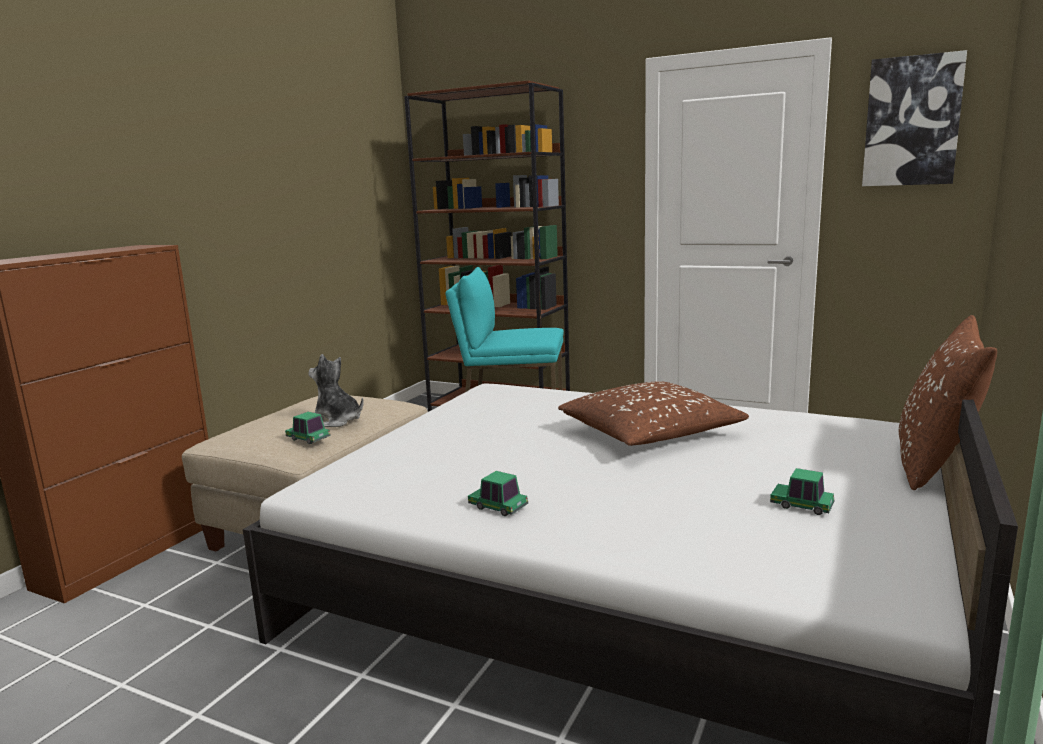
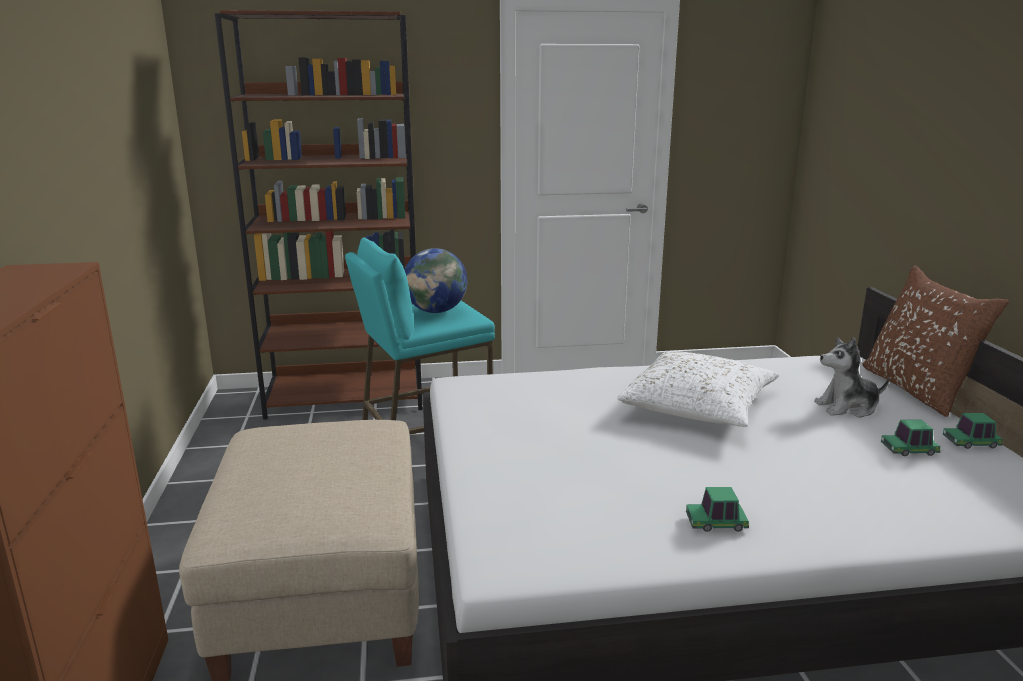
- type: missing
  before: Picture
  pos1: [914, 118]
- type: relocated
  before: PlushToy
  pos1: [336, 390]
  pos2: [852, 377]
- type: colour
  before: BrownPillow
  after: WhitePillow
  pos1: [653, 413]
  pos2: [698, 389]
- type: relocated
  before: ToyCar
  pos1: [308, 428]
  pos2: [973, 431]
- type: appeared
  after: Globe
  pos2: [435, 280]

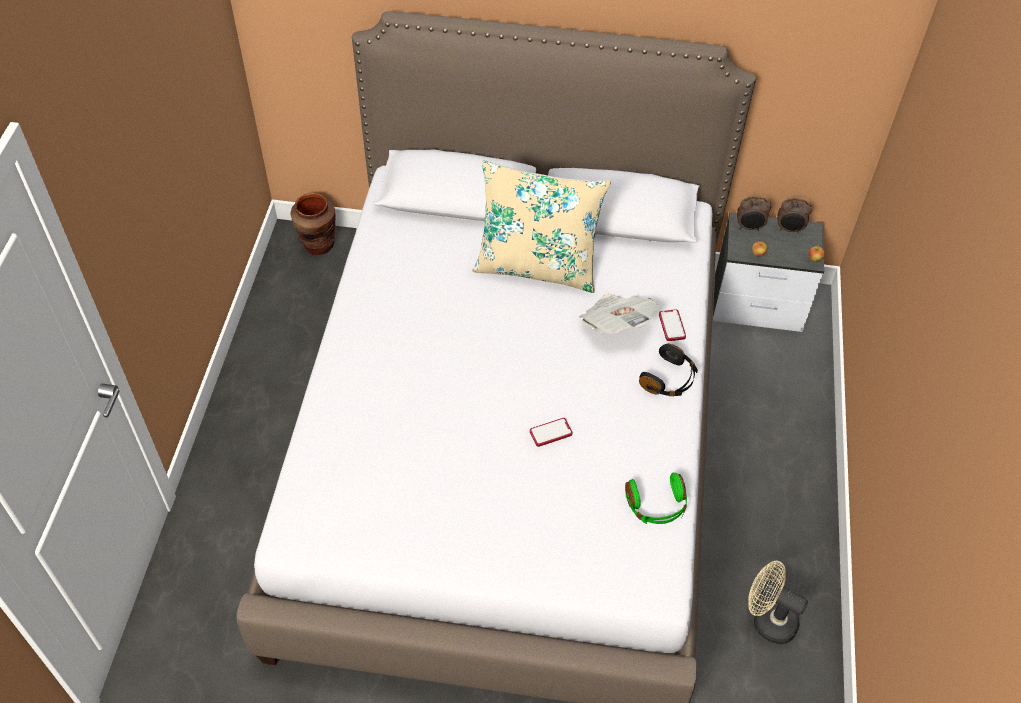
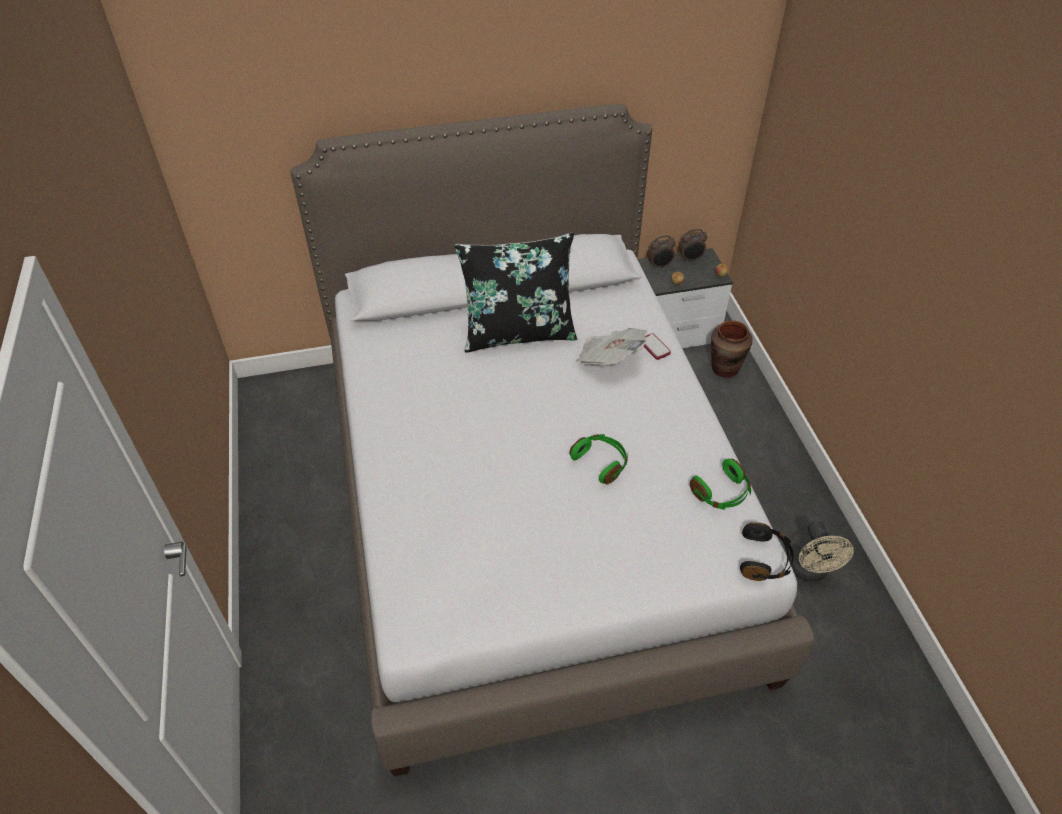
- type: colour
  before: BeigePillow
  after: BlackPillow
  pos1: [542, 226]
  pos2: [516, 292]
- type: relocated
  before: BrownVase
  pos1: [313, 224]
  pos2: [732, 349]
- type: relocated
  before: BlackHeadphones
  pos1: [668, 369]
  pos2: [767, 551]
- type: exchanged
  before: Phone
  after: GreenHeadphones
  pos1: [551, 432]
  pos2: [598, 459]
- type: spun
  before: BeigeFan
  pos1: [778, 602]
  pos2: [821, 551]
  turn: -105

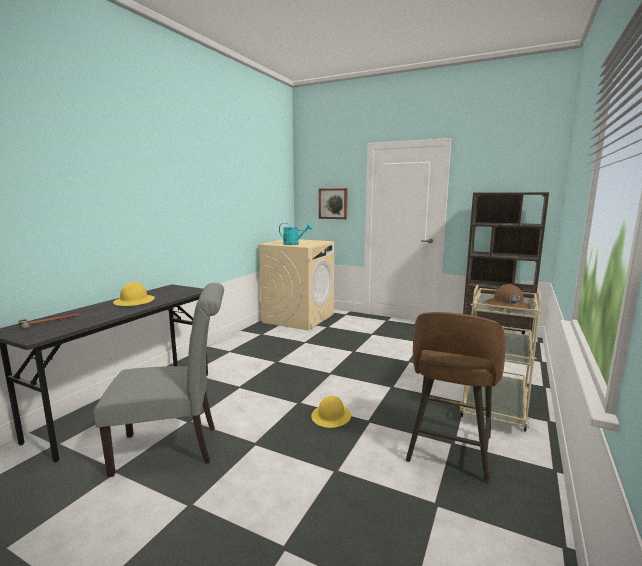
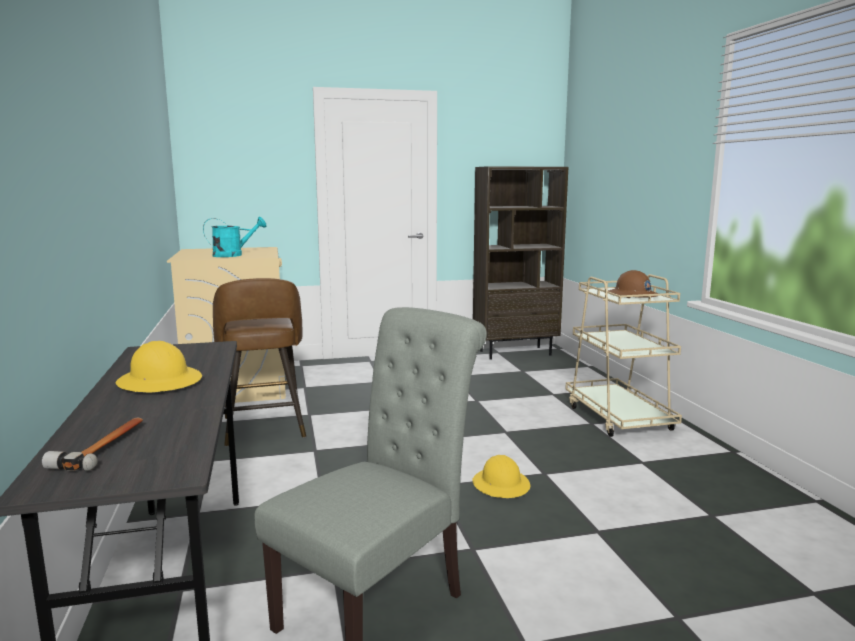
- type: missing
  before: Picture
  pos1: [333, 203]
- type: relocated
  before: BrownStool
  pos1: [456, 397]
  pos2: [259, 362]

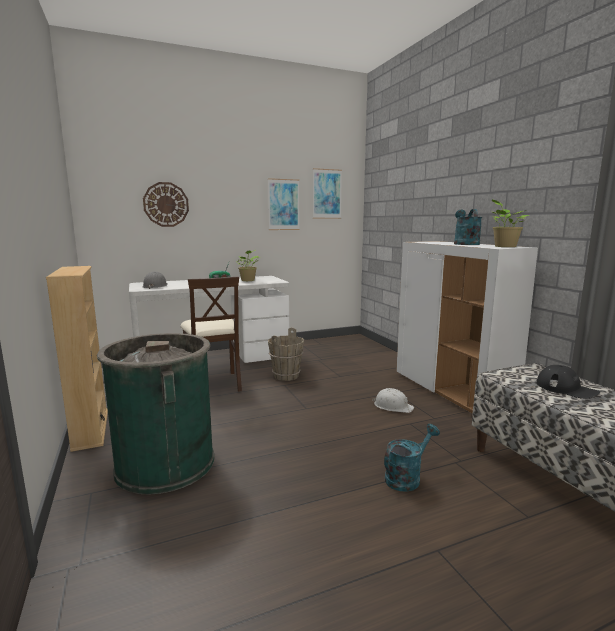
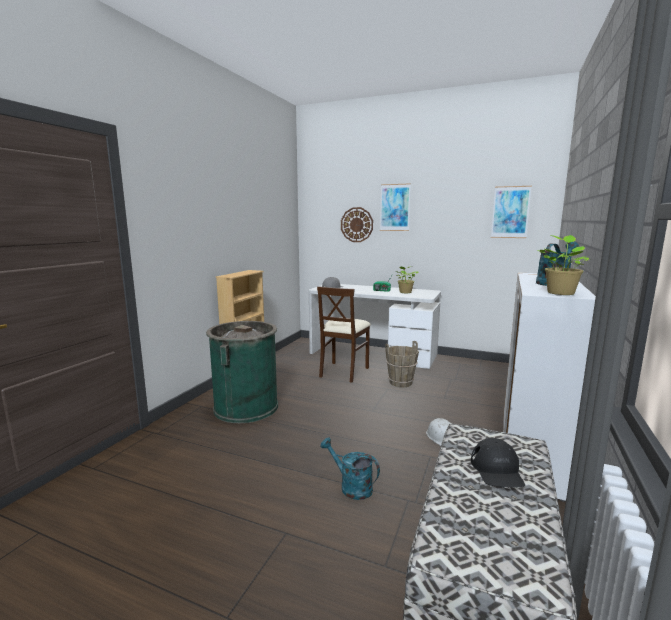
- type: relocated
  before: Picture
  pos1: [283, 204]
  pos2: [395, 207]
- type: spun
  before: TurquoiseWateringCan
  pos1: [412, 458]
  pos2: [350, 468]
  turn: -150

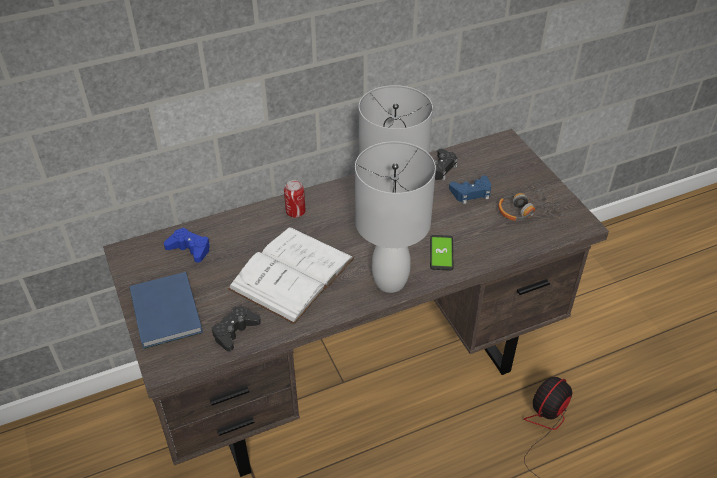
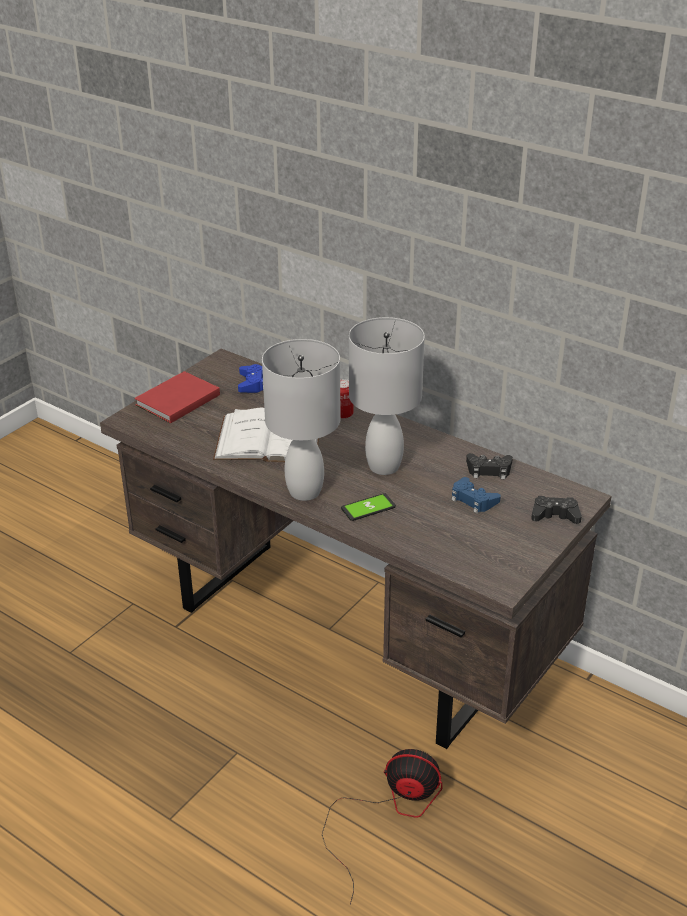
- type: missing
  before: Headphones
  pos1: [530, 203]
- type: colour
  before: BlueBook
  after: RedBook
  pos1: [166, 310]
  pos2: [177, 397]
- type: relocated
  before: BlackGameController
  pos1: [236, 329]
  pos2: [556, 510]

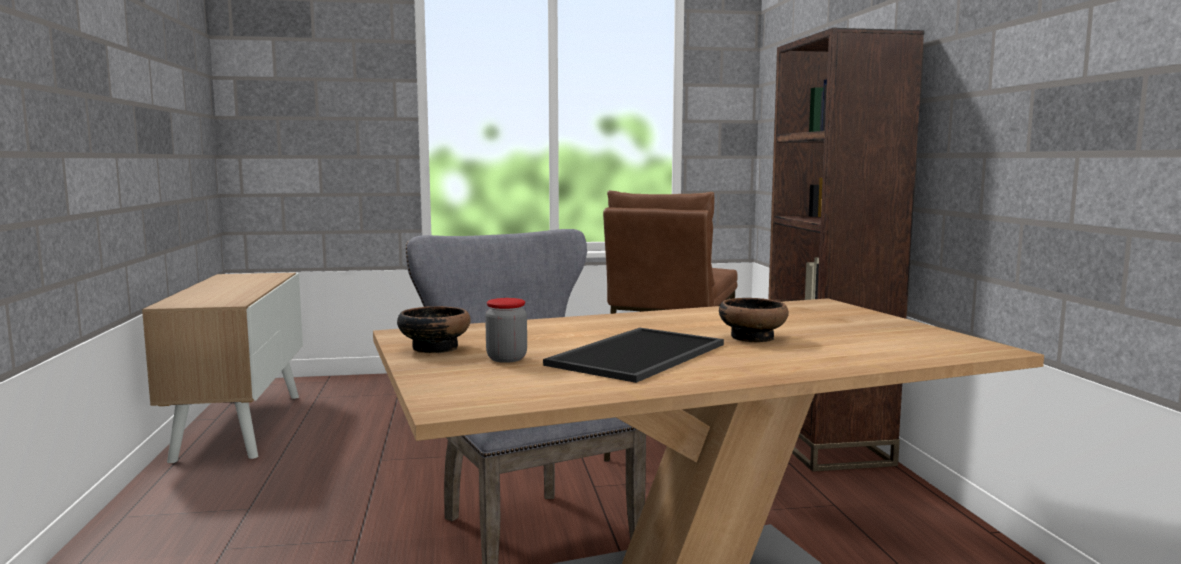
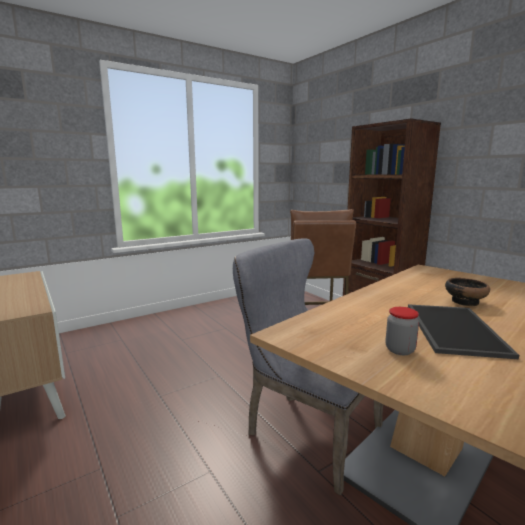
- type: missing
  before: Bowl
  pos1: [434, 329]

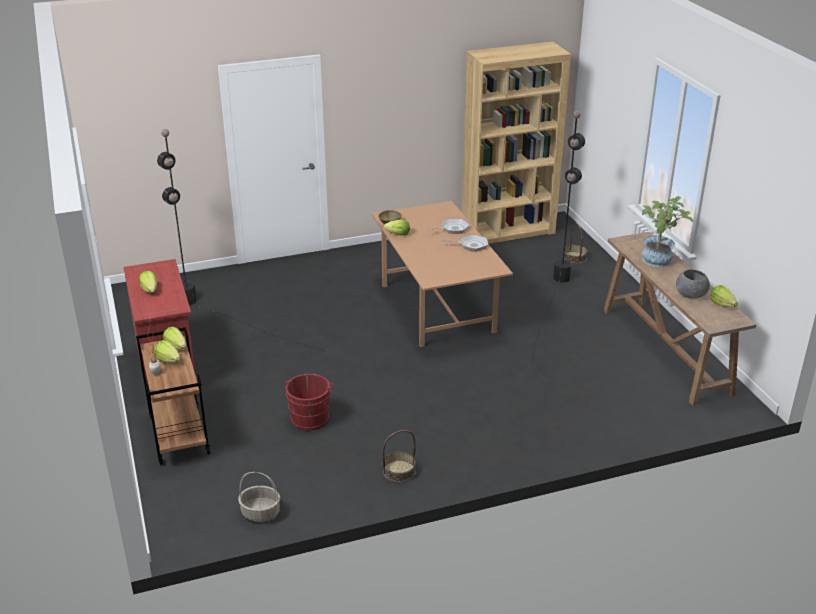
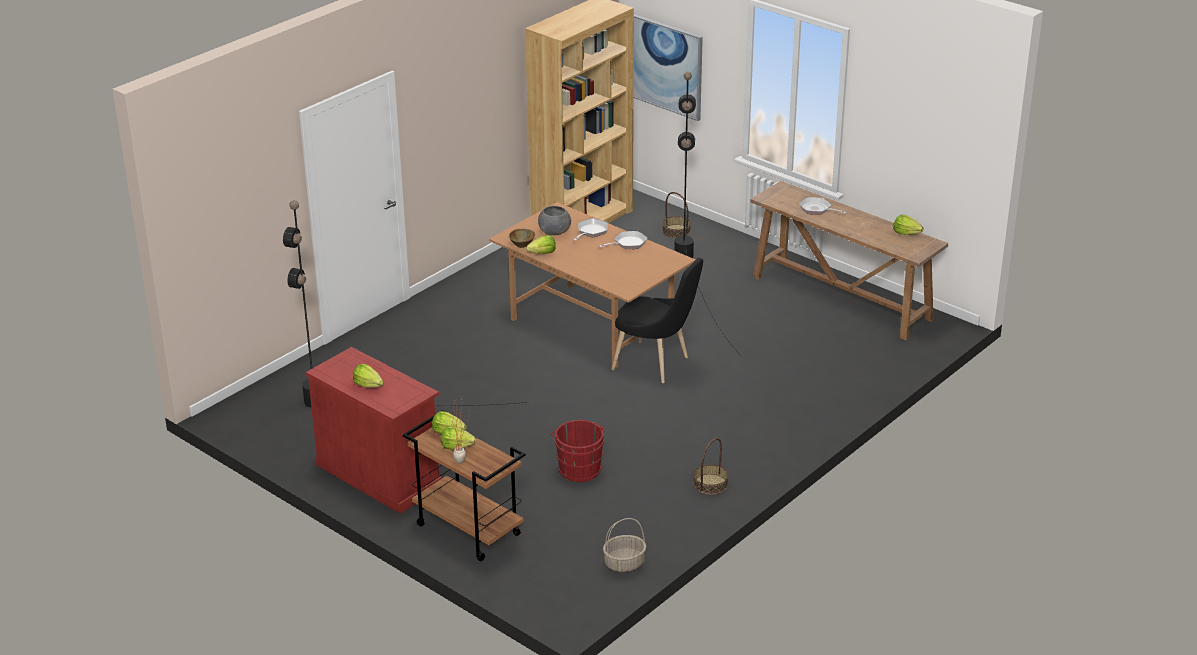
- type: exchanged
  before: PottedPlant
  after: FryingPan
  pos1: [667, 231]
  pos2: [823, 206]
- type: relocated
  before: GreyBowl
  pos1: [693, 284]
  pos2: [554, 220]
- type: appeared
  after: Picture
  pos2: [668, 67]
- type: appeared
  after: BlackChair
  pos2: [657, 320]

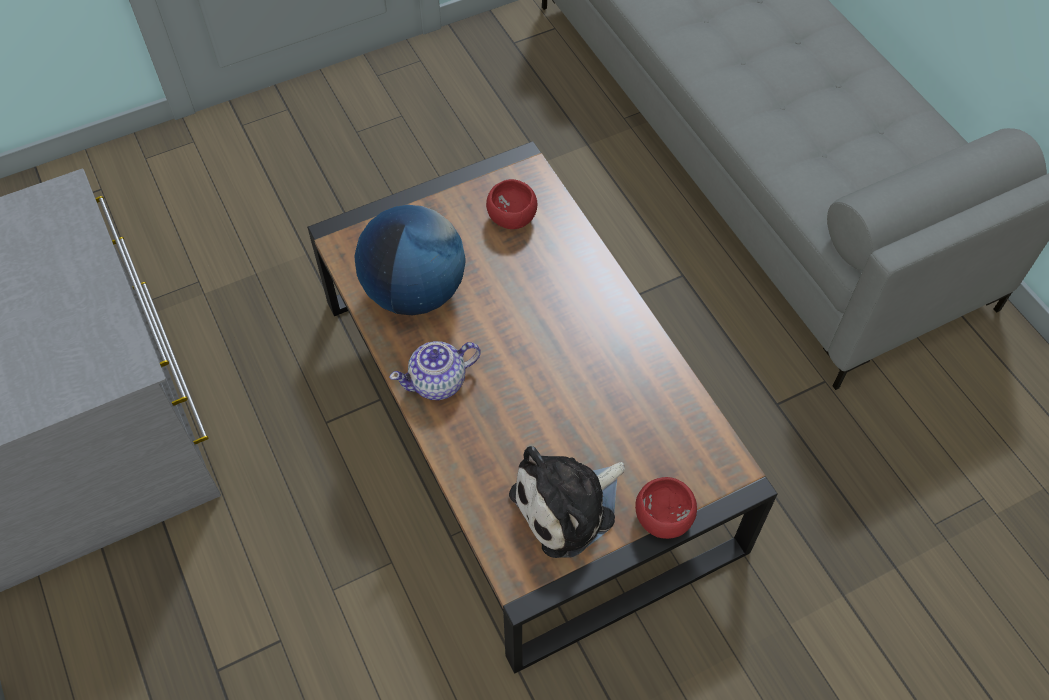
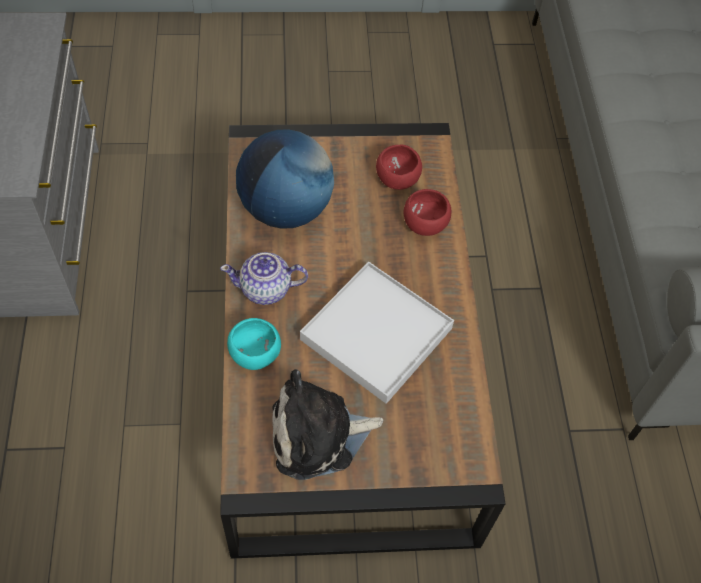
- type: relocated
  before: RedBowl
  pos1: [666, 508]
  pos2: [427, 212]
- type: appeared
  after: WhiteTray
  pos2: [377, 333]
- type: appeared
  after: TurquoiseBowl
  pos2: [254, 344]

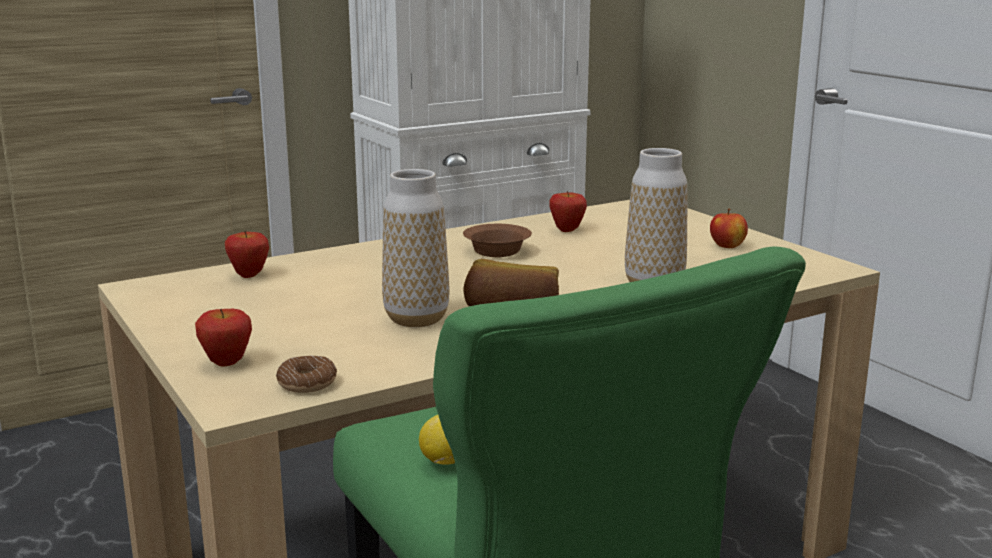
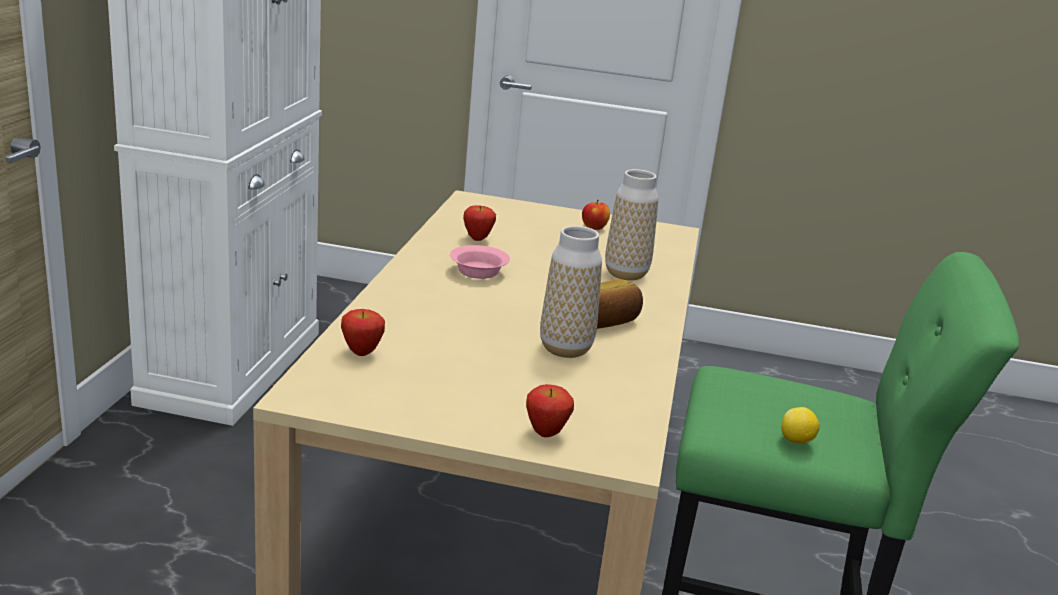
- type: colour
  before: BrownBowl
  after: PinkBowl
  pos1: [497, 240]
  pos2: [480, 262]
- type: missing
  before: Donut
  pos1: [306, 374]

